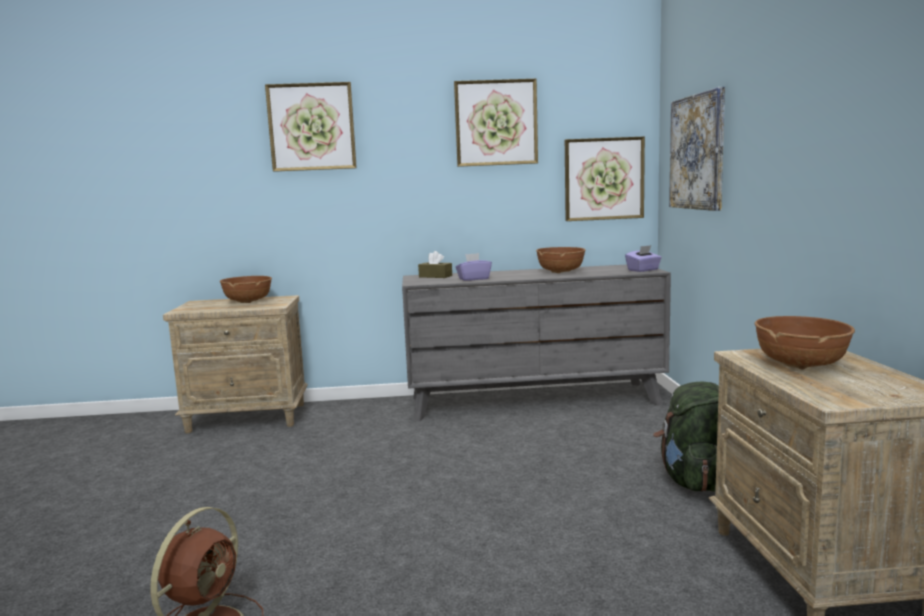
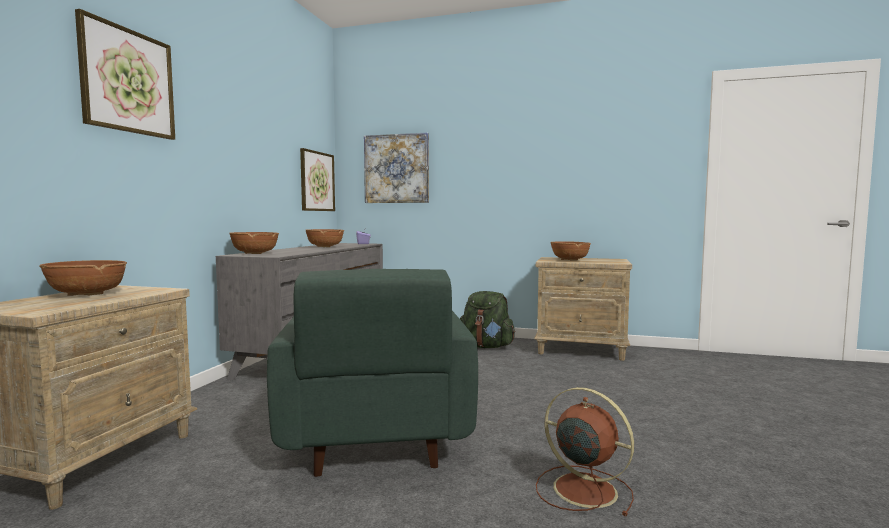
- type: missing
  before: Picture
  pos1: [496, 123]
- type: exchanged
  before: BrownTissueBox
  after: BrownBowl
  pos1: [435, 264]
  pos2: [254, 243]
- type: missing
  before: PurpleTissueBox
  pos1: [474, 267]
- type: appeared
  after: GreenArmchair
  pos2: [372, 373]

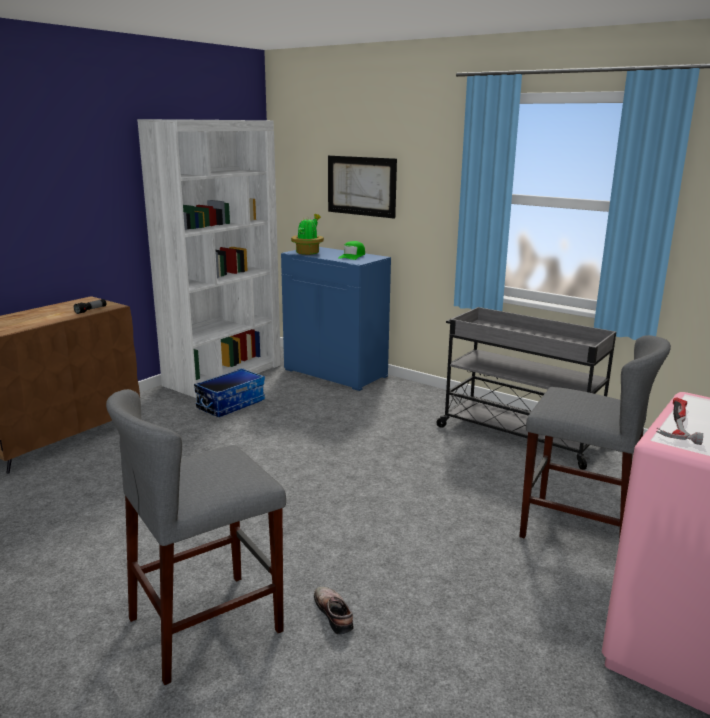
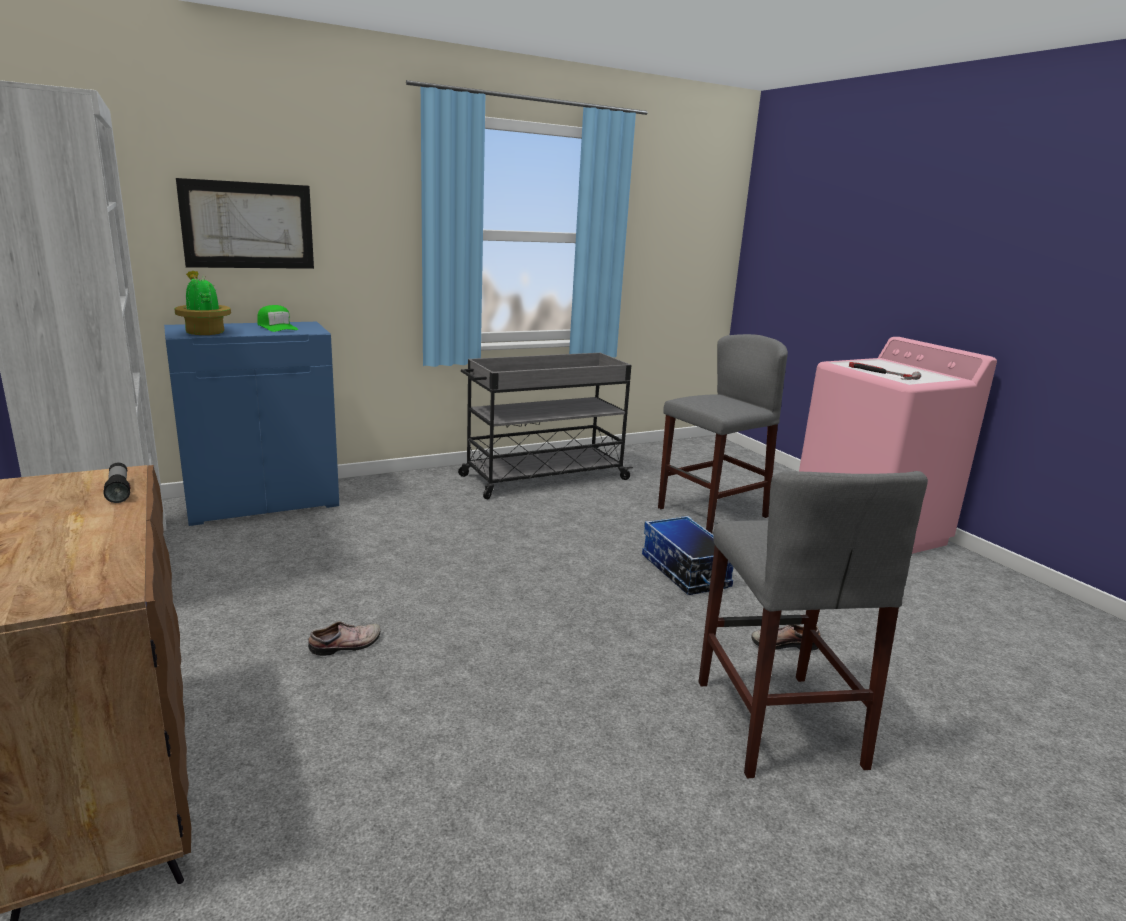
- type: relocated
  before: StorageBox
  pos1: [229, 392]
  pos2: [687, 555]
- type: appeared
  after: Shoe
  pos2: [344, 639]

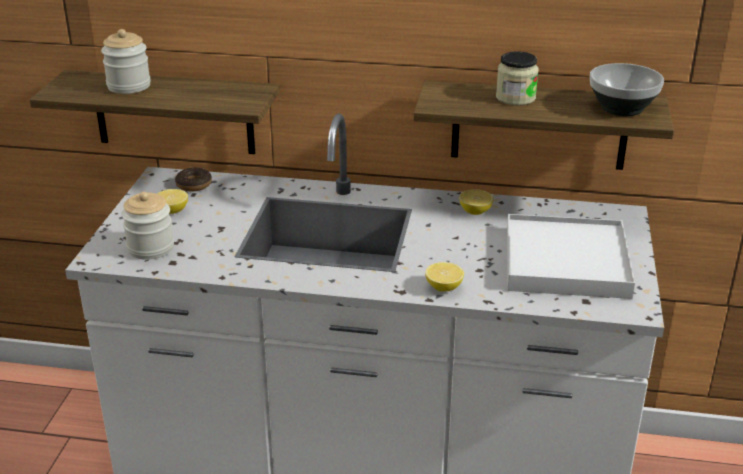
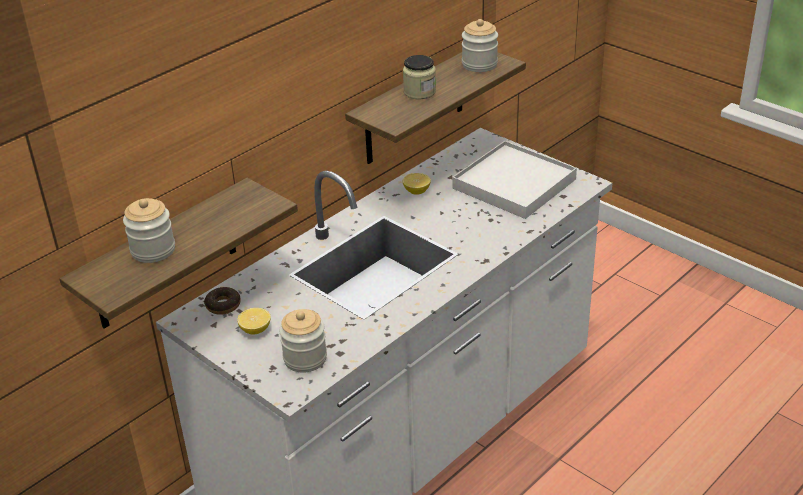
- type: exchanged
  before: Bowl
  after: Jar
  pos1: [627, 89]
  pos2: [480, 45]
- type: missing
  before: Lemon
  pos1: [444, 277]

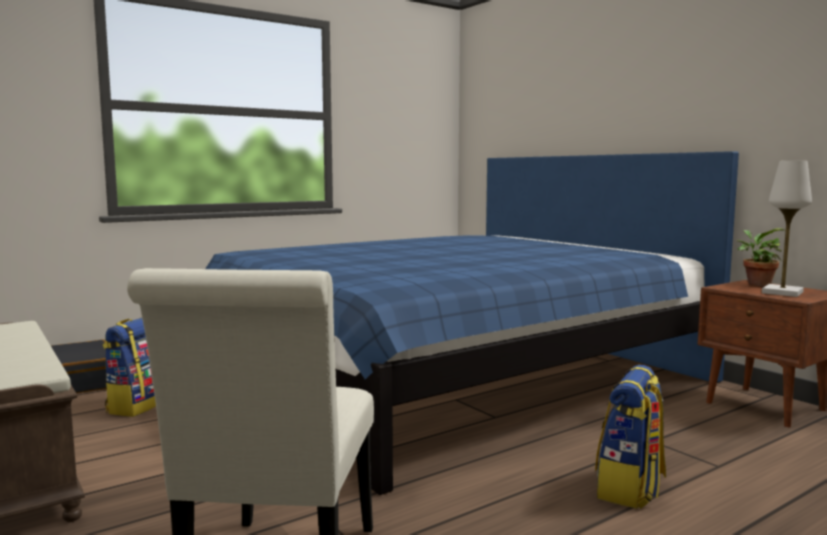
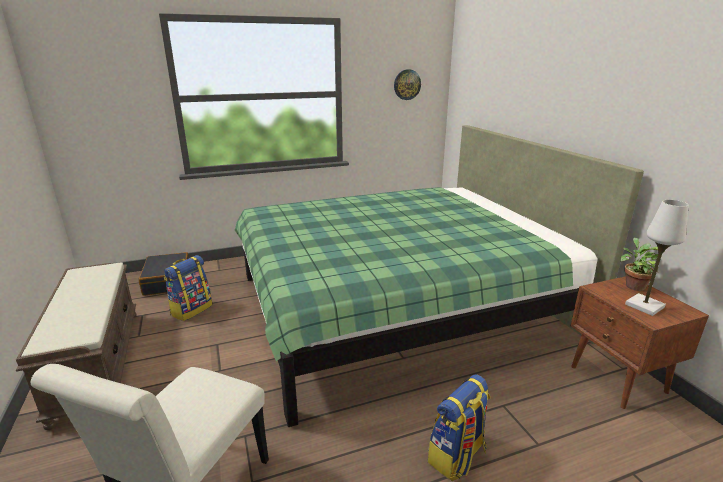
- type: colour
  before: BlueBed
  after: GreenBed
  pos1: [472, 323]
  pos2: [439, 276]
- type: appeared
  after: WallClock
  pos2: [407, 84]

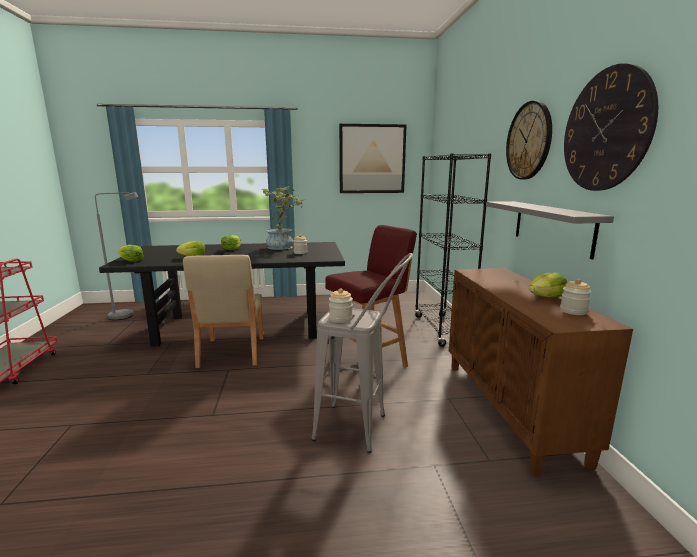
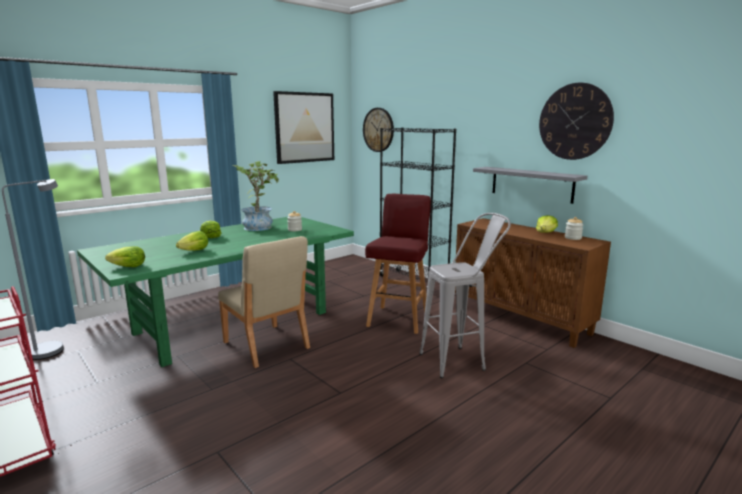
- type: relocated
  before: WallClock
  pos1: [529, 140]
  pos2: [378, 130]
- type: colour
  before: BlackDiningTable
  after: GreenDiningTable
  pos1: [222, 294]
  pos2: [215, 292]
- type: missing
  before: Jar
  pos1: [341, 305]

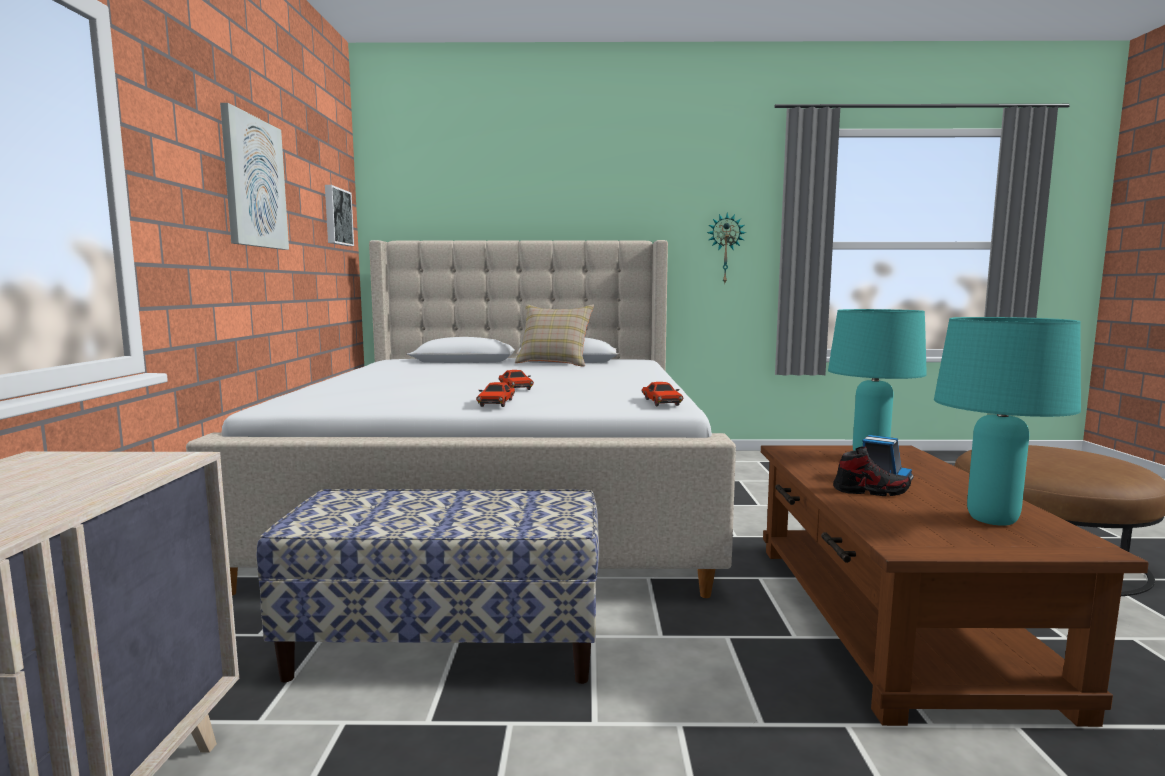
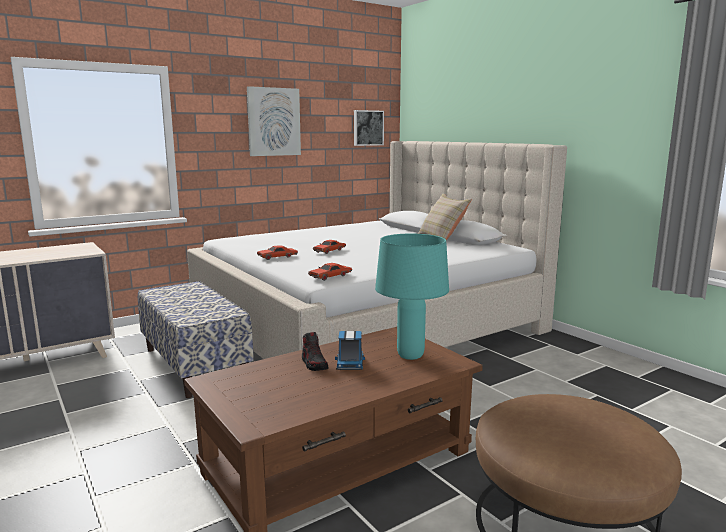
- type: missing
  before: WallClock
  pos1: [726, 247]
- type: missing
  before: TurquoiseTableLamp
  pos1: [1007, 421]

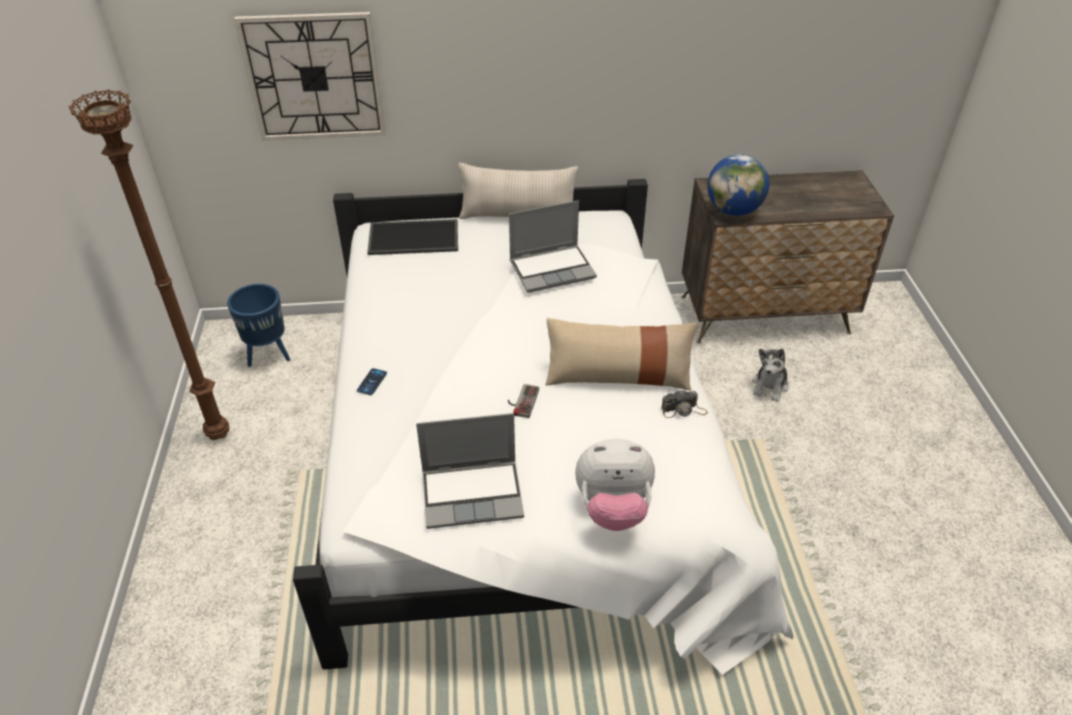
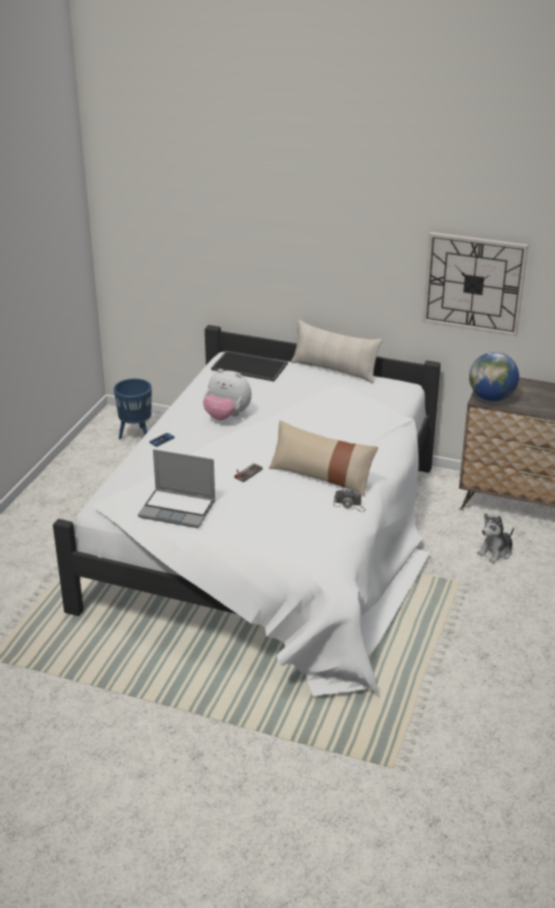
- type: relocated
  before: WallClock
  pos1: [309, 76]
  pos2: [475, 284]
- type: missing
  before: BrownFloorLamp
  pos1: [148, 264]
- type: missing
  before: Laptop
  pos1: [553, 246]
- type: relocated
  before: PlushToy
  pos1: [615, 484]
  pos2: [227, 394]

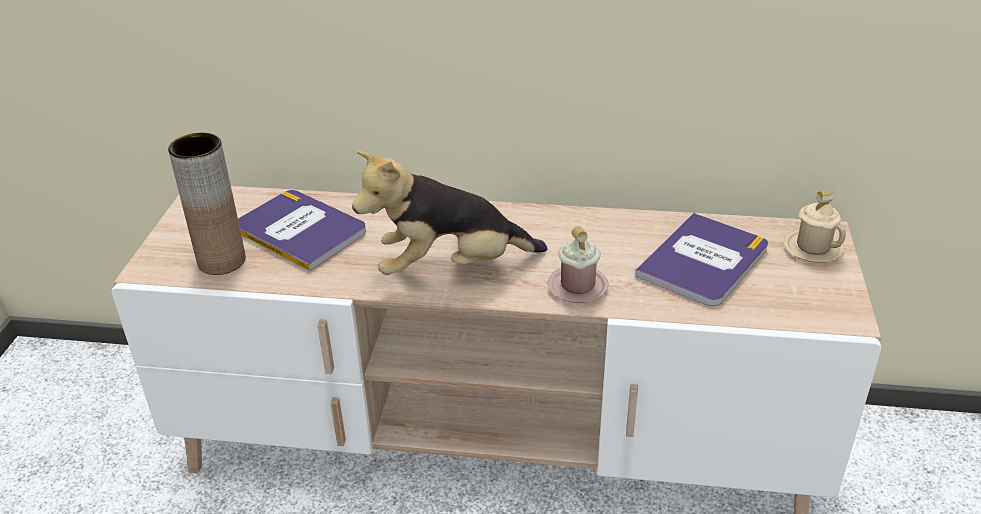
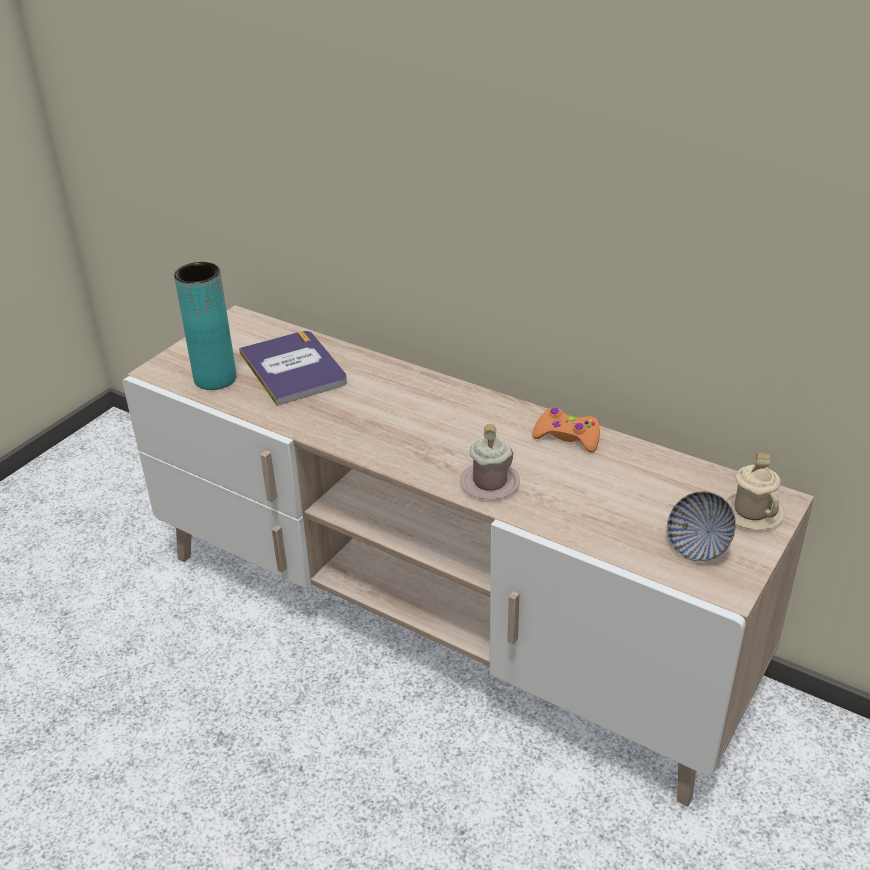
- type: colour
  before: BrownVase
  after: TurquoiseVase
  pos1: [207, 204]
  pos2: [205, 326]
- type: missing
  before: PlushToy
  pos1: [450, 213]
- type: missing
  before: Book
  pos1: [701, 259]
- type: appeared
  after: OrangeGameController
  pos2: [566, 430]
- type: appeared
  after: Bowl
  pos2: [701, 526]

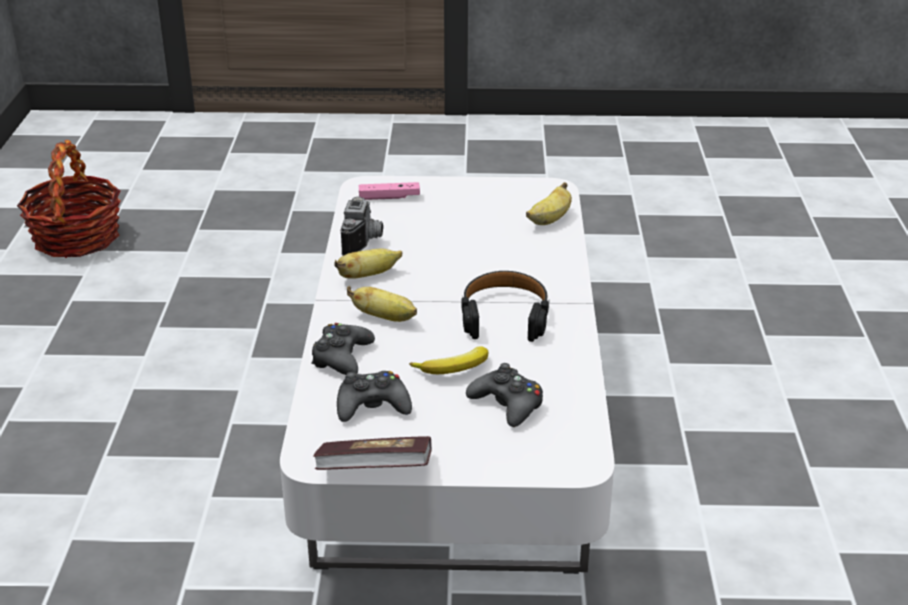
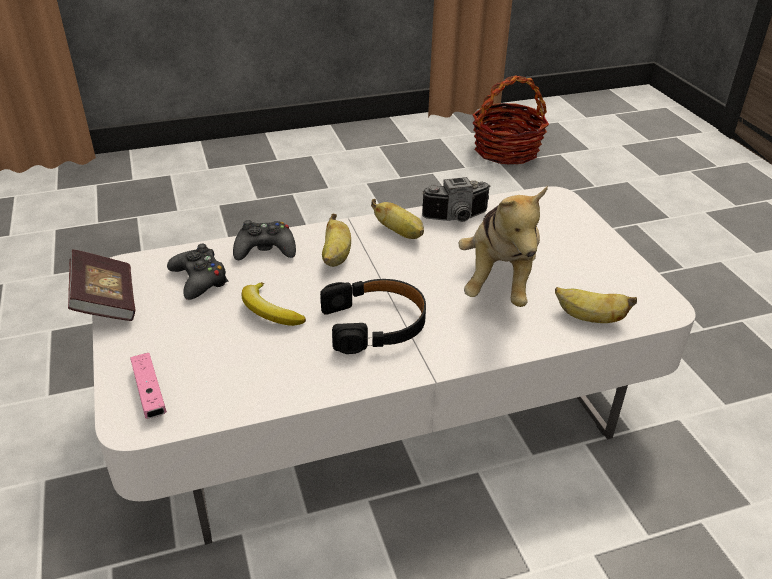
- type: relocated
  before: PinkGameController
  pos1: [389, 191]
  pos2: [148, 386]
- type: missing
  before: BlackGameController
  pos1: [504, 395]
- type: appeared
  after: PlushToy
  pos2: [503, 246]

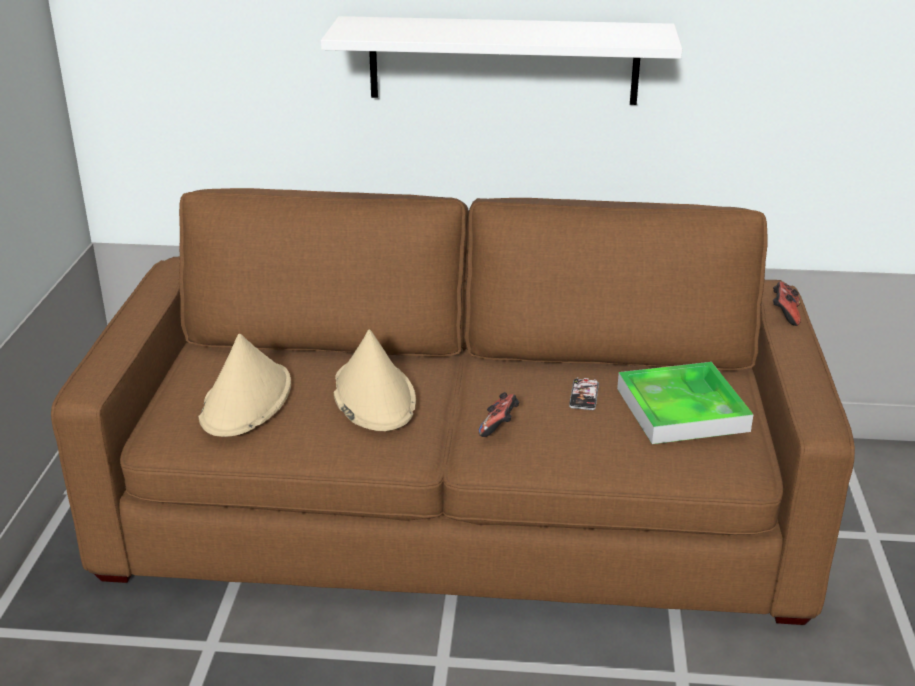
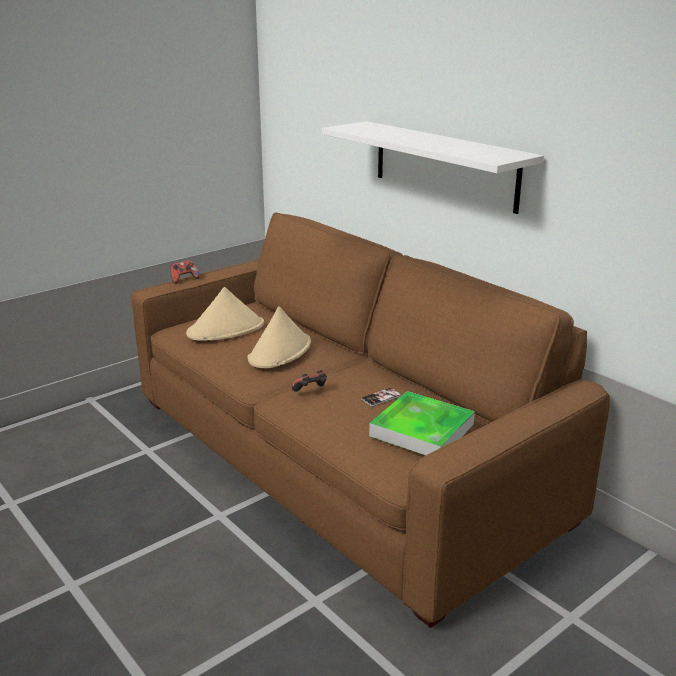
- type: relocated
  before: GameController
  pos1: [787, 304]
  pos2: [185, 272]

